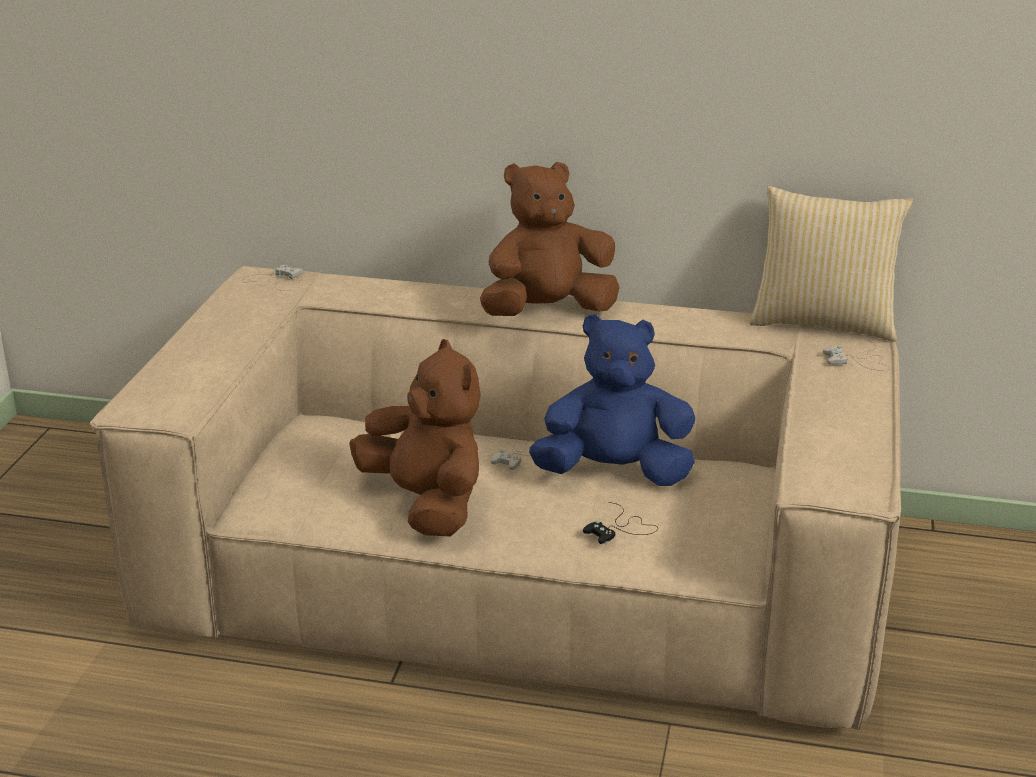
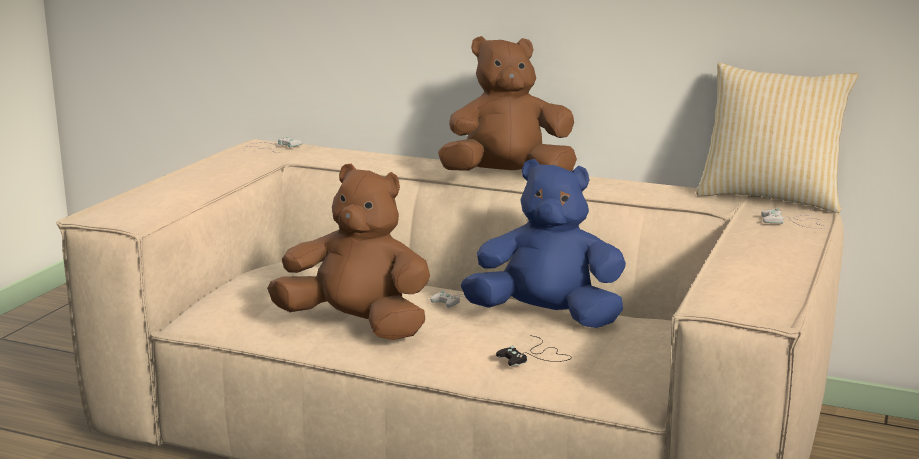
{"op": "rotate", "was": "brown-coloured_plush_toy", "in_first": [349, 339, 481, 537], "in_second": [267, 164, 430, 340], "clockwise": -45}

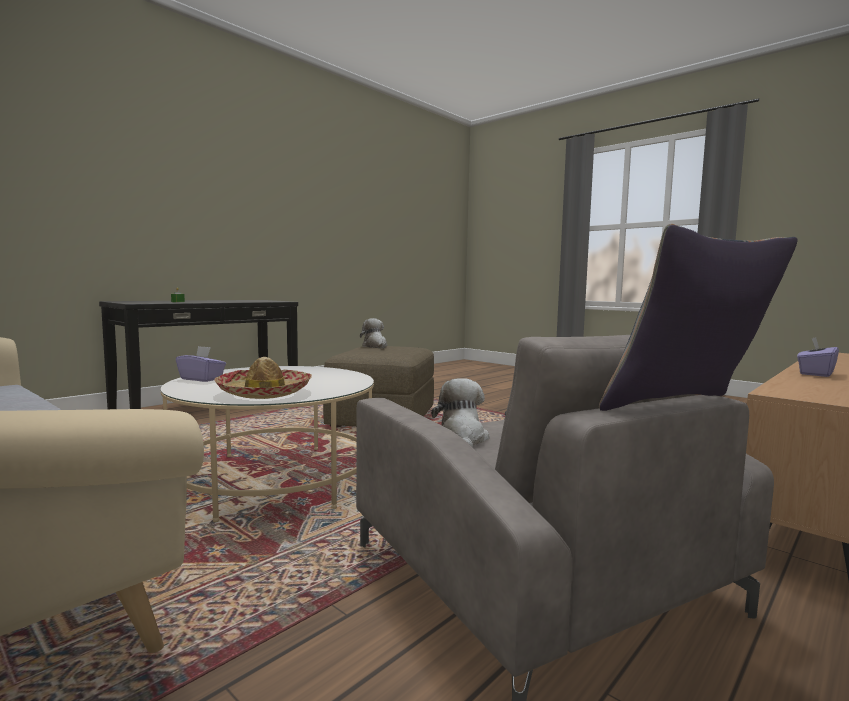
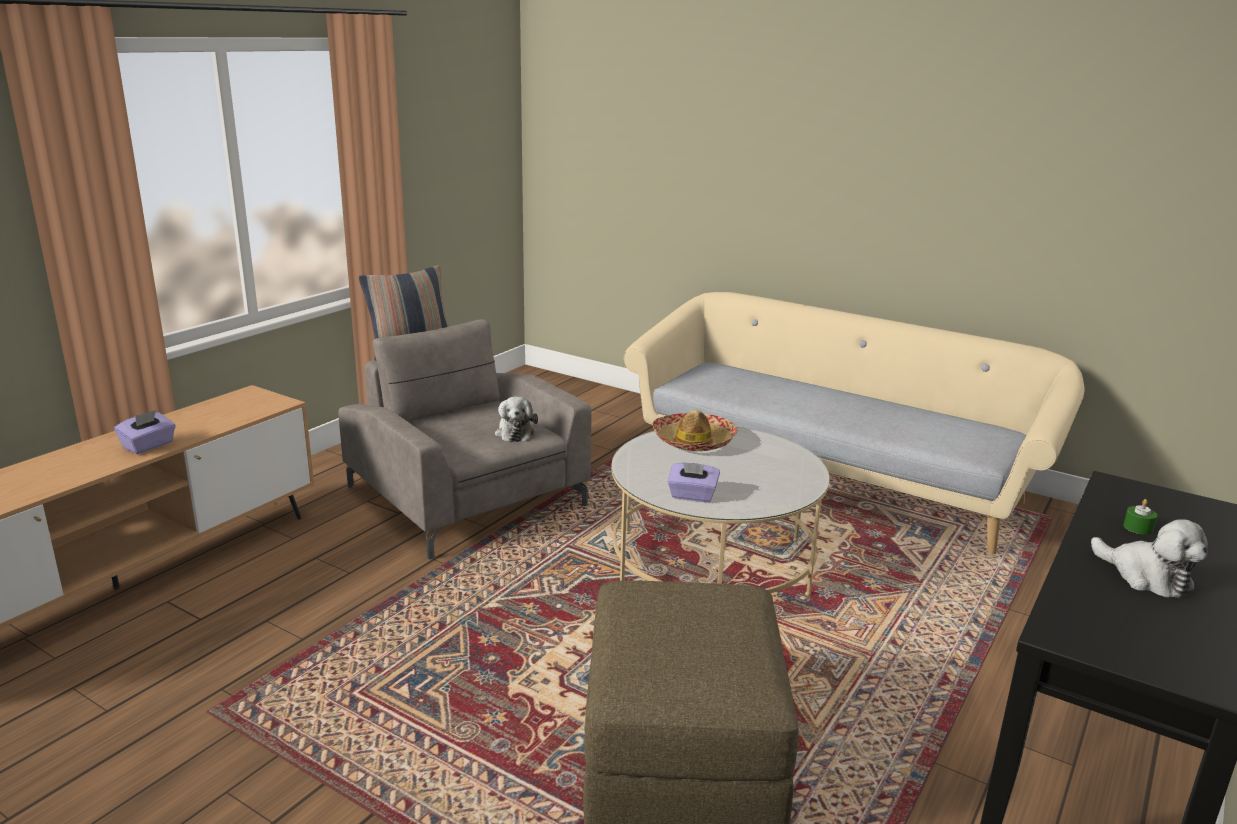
{"op": "move", "was": "purple_box_of_tissues", "in_first": [176, 346, 226, 382], "in_second": [668, 462, 720, 502]}
{"op": "move", "was": "plush_toy", "in_first": [360, 318, 387, 348], "in_second": [1091, 519, 1208, 598]}

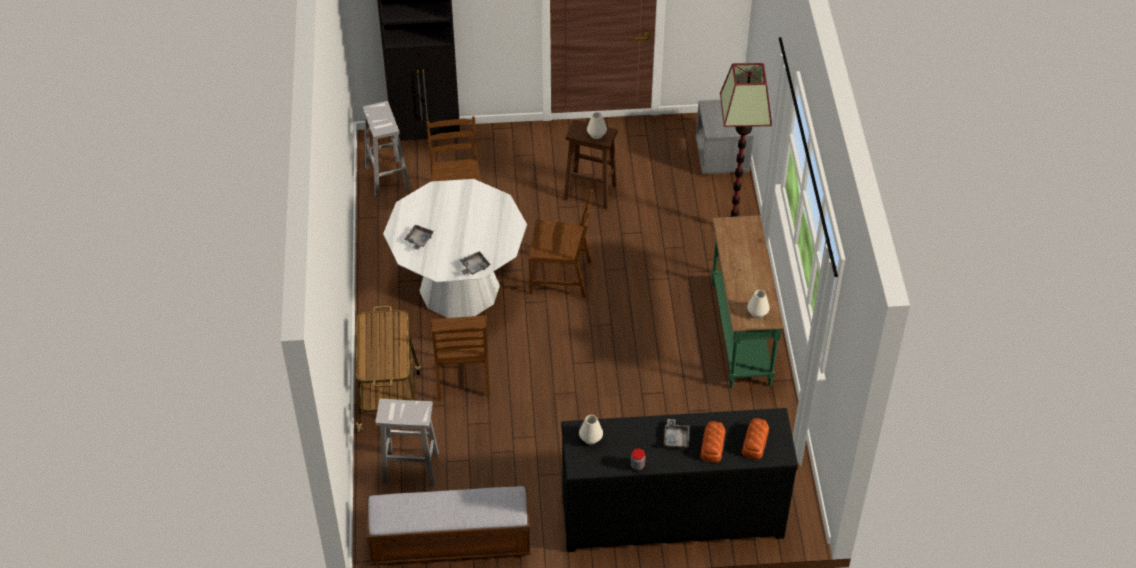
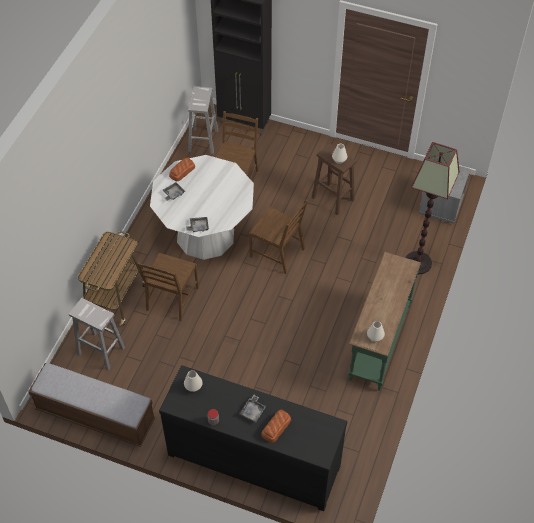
{"op": "move", "was": "baked_bread", "in_first": [742, 418, 769, 460], "in_second": [169, 157, 195, 181]}

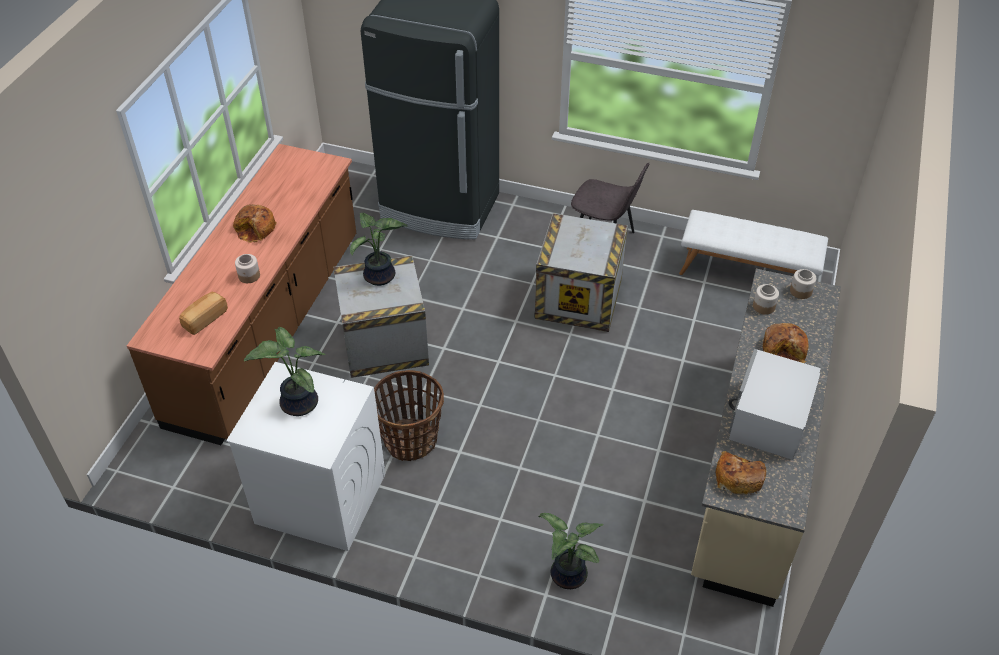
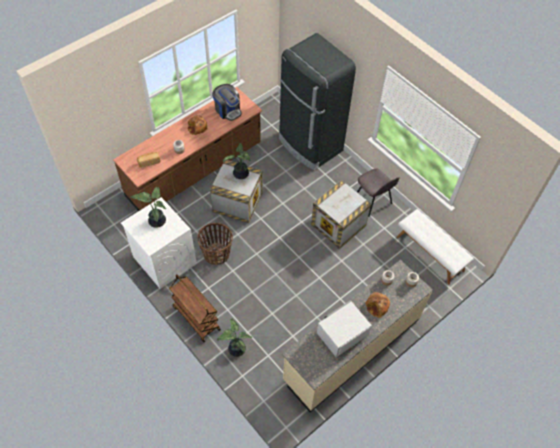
{"op": "delete", "was": "baked_bread", "in_first": [716, 451, 766, 495]}
{"op": "insert", "now": "brown-coloured_cart", "in_second": [169, 274, 221, 342]}
{"op": "insert", "now": "coffee_maker", "in_second": [212, 84, 242, 121]}

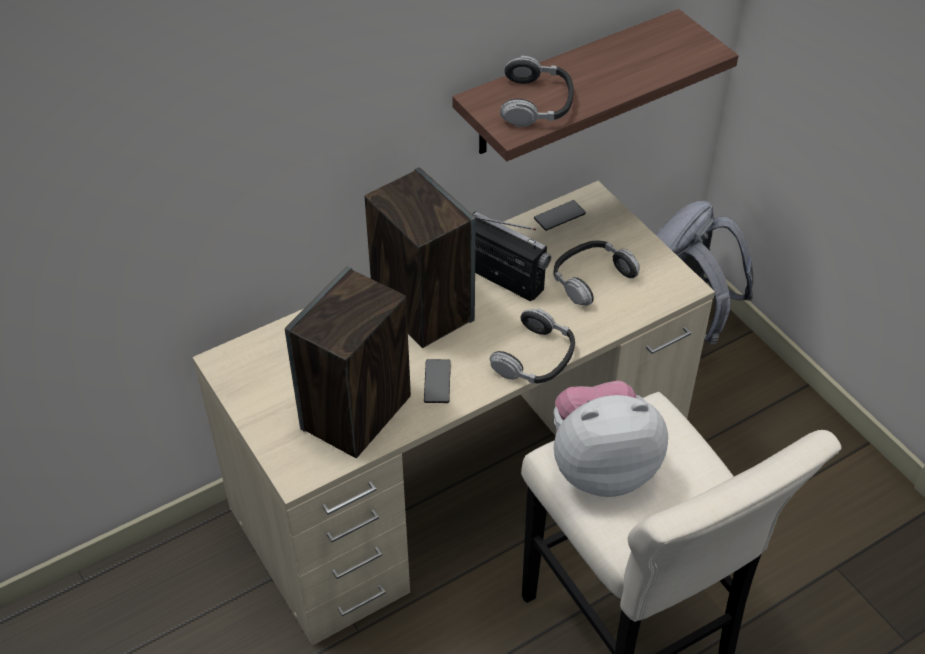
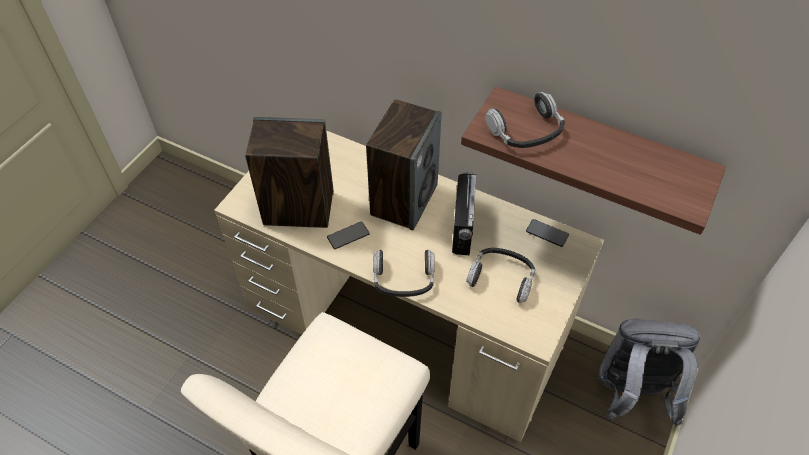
{"op": "delete", "was": "plush_toy", "in_first": [554, 381, 668, 497]}

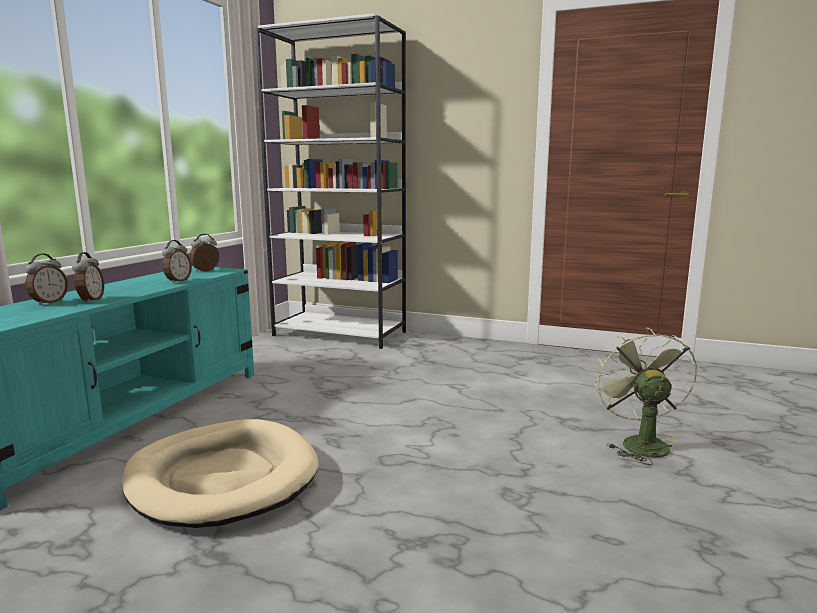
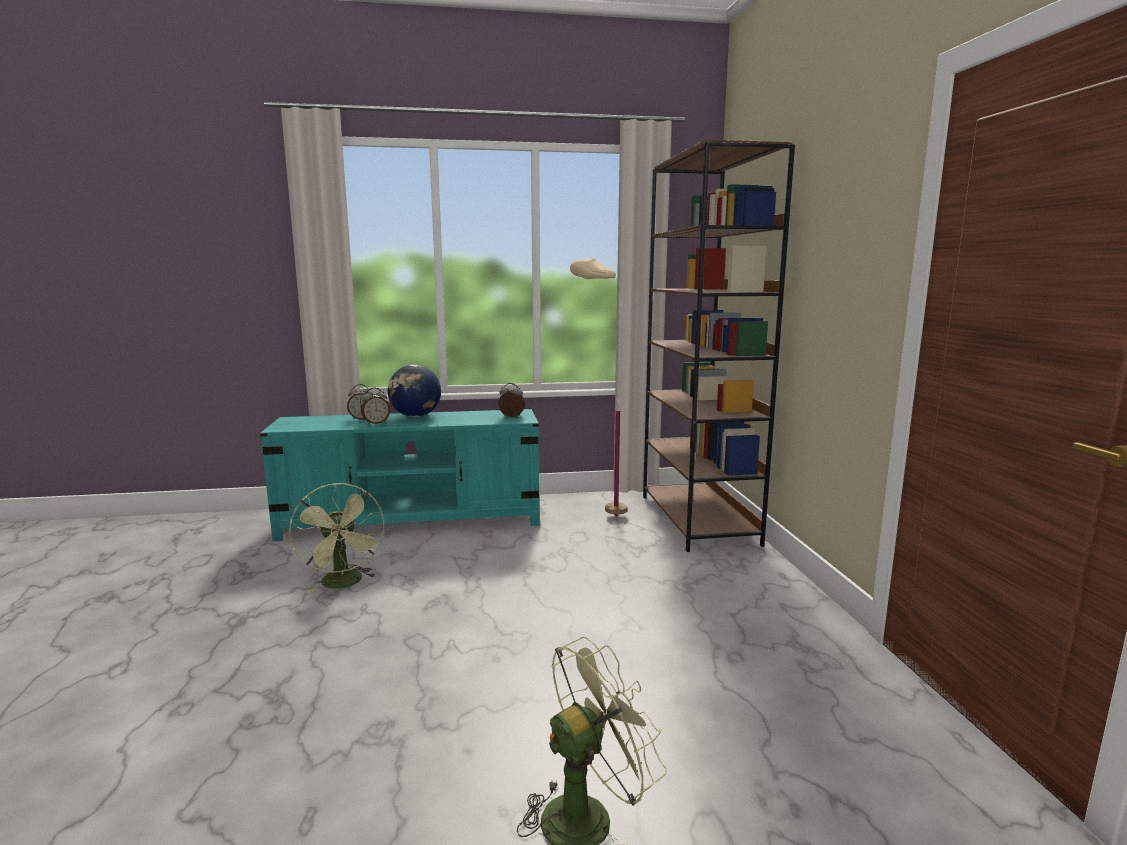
{"op": "delete", "was": "table_clock", "in_first": [162, 240, 192, 283]}
{"op": "insert", "now": "desk_globe", "in_second": [388, 365, 441, 417]}
{"op": "insert", "now": "beige_standard_lamp", "in_second": [570, 259, 627, 517]}
{"op": "replace", "was": "beige_dog_cushion", "now": "greenish_electric_fan", "in_first": [122, 419, 319, 528], "in_second": [289, 483, 384, 593]}
{"op": "recolor", "was": "white-coloured_shelving_unit", "now": "brown-coloured_shelving_unit", "in_first": [255, 13, 406, 349], "in_second": [643, 139, 795, 552]}

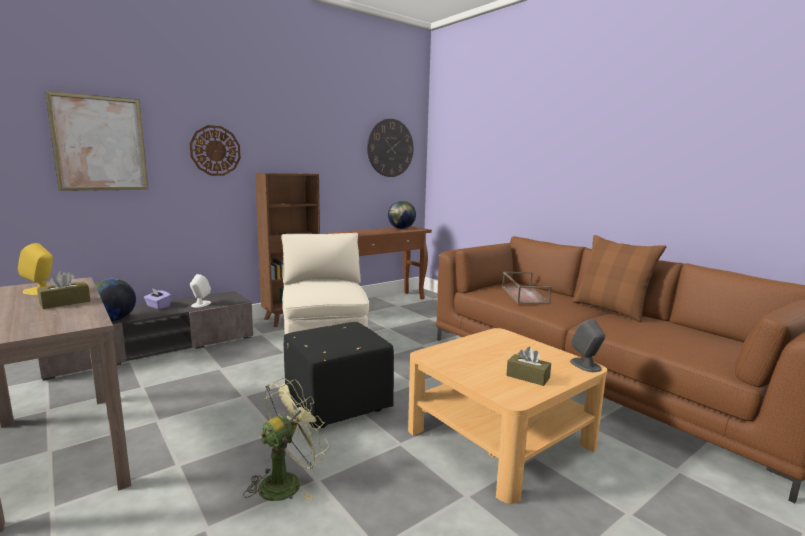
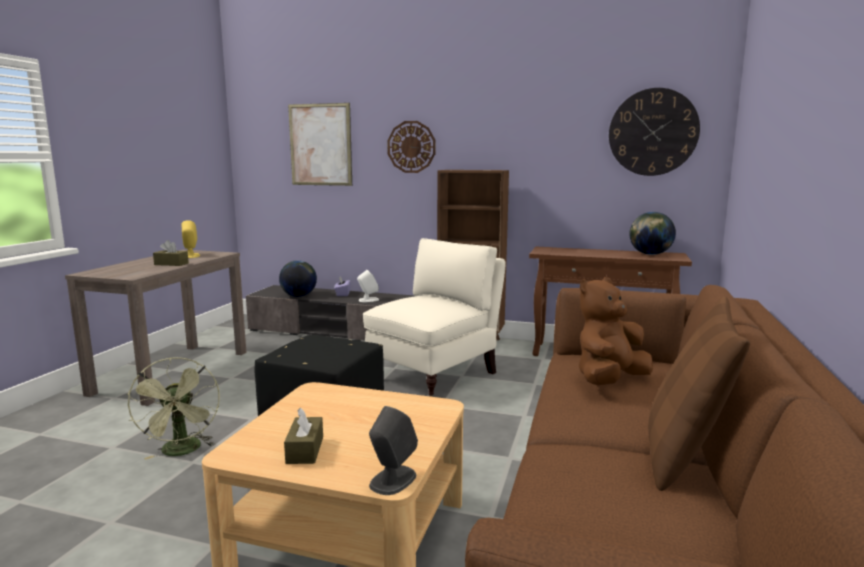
{"op": "replace", "was": "brown-coloured_tray", "now": "brown-coloured_plush_toy", "in_first": [502, 272, 552, 304], "in_second": [579, 277, 653, 385]}
{"op": "rotate", "was": "greenish_electric_fan", "in_first": [243, 378, 330, 501], "in_second": [127, 357, 220, 460], "clockwise": 60}

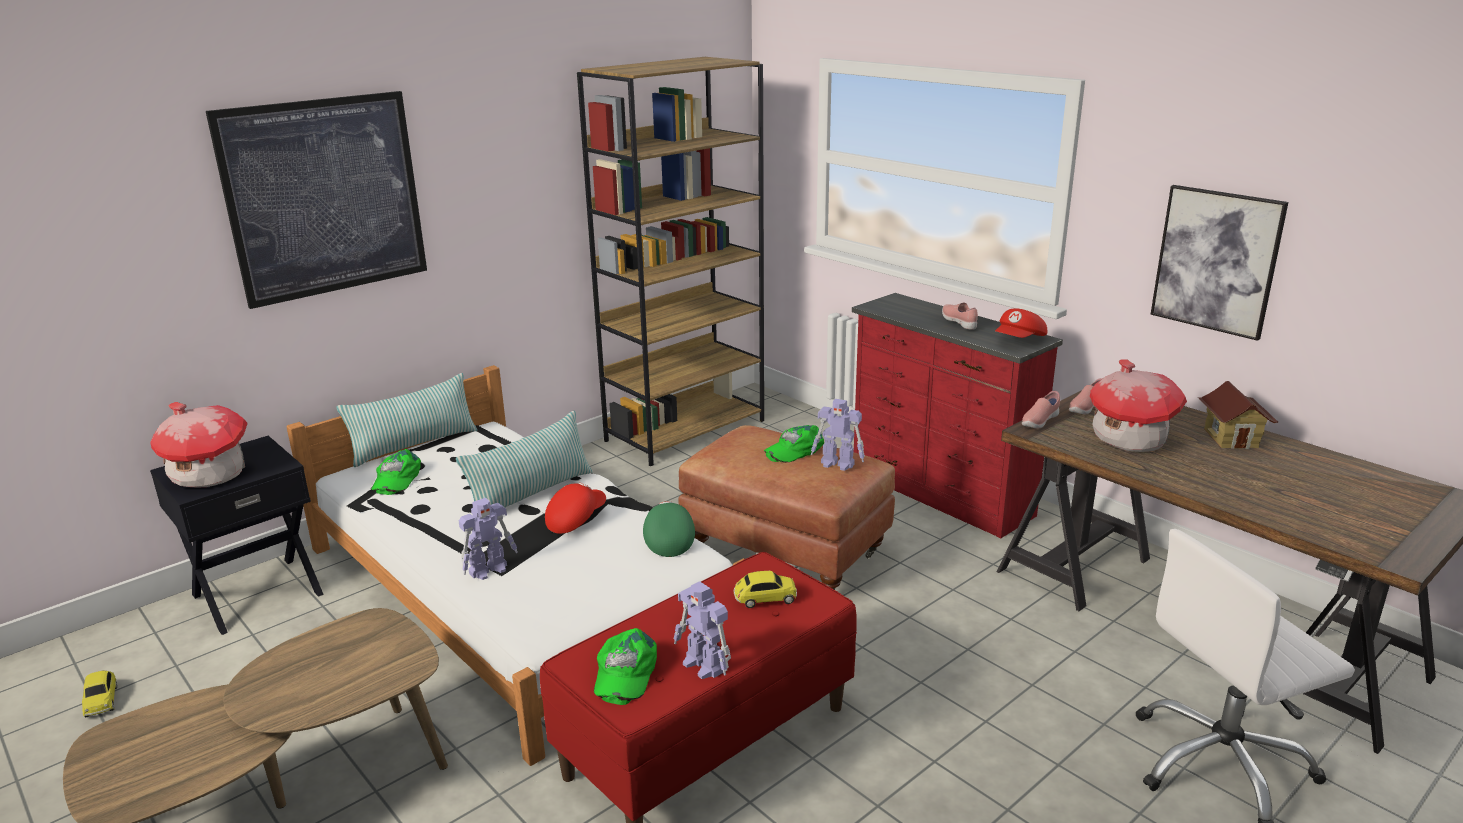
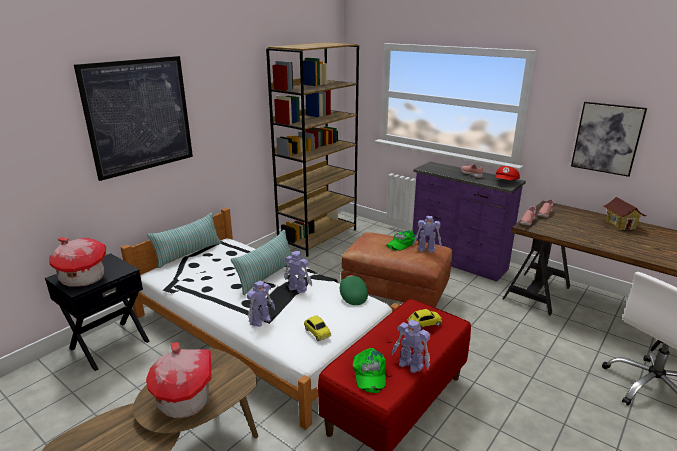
{"op": "delete", "was": "greenish_baseball_cap", "in_first": [371, 449, 421, 495]}
{"op": "move", "was": "miniature_car", "in_first": [82, 670, 117, 718], "in_second": [304, 316, 331, 341]}
{"op": "move", "was": "toy_house", "in_first": [1090, 359, 1187, 452], "in_second": [146, 342, 212, 418]}
{"op": "replace", "was": "reddish_baseball_cap", "now": "model_robot", "in_first": [545, 482, 606, 534], "in_second": [284, 251, 312, 293]}
{"op": "recolor", "was": "reddish_dresser", "now": "purple_dresser", "in_first": [852, 293, 1063, 538], "in_second": [413, 162, 526, 282]}

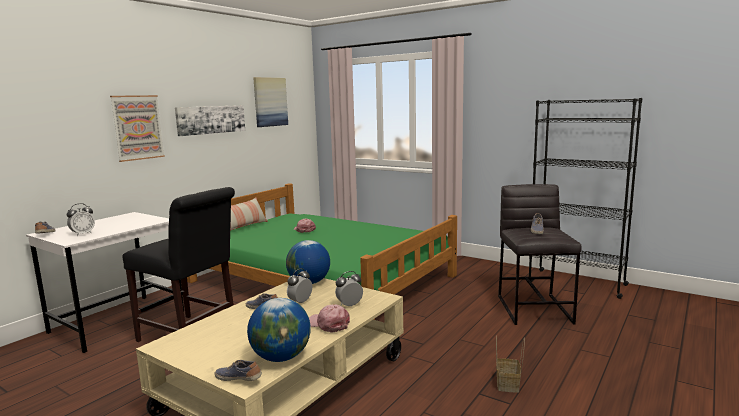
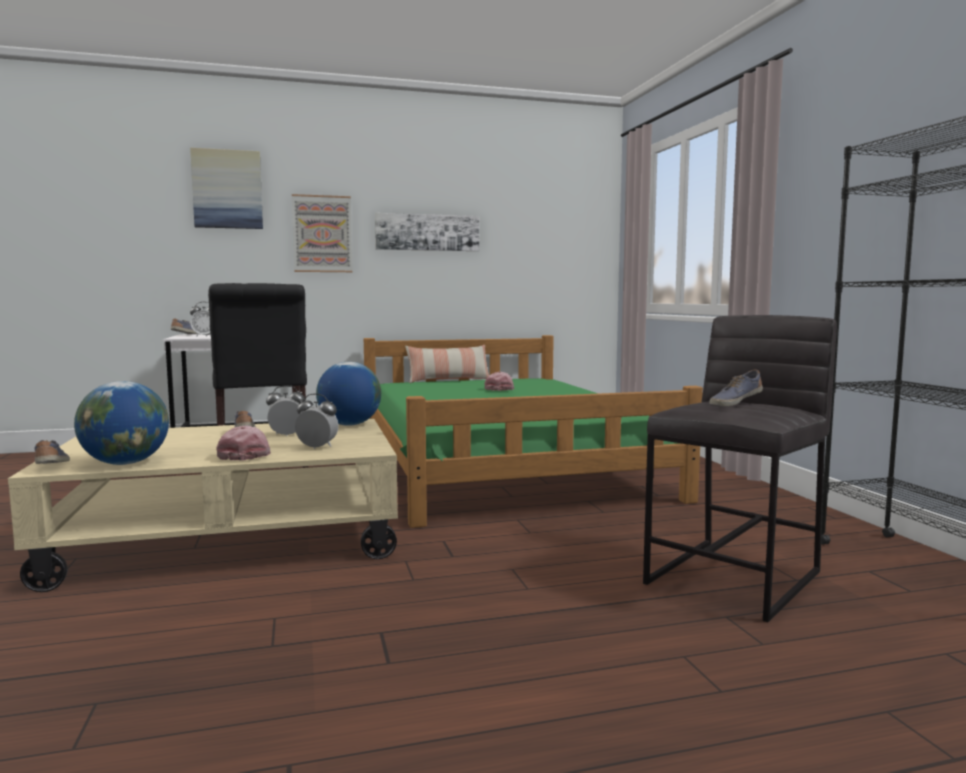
{"op": "delete", "was": "storage_basket", "in_first": [496, 336, 525, 393]}
{"op": "move", "was": "wall_picture", "in_first": [253, 77, 288, 127], "in_second": [190, 148, 263, 229]}

